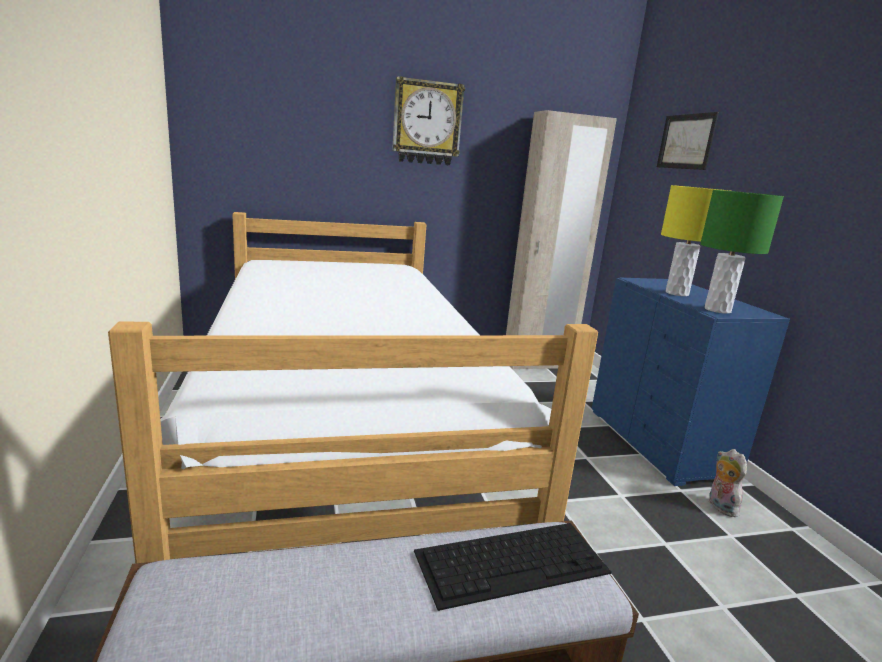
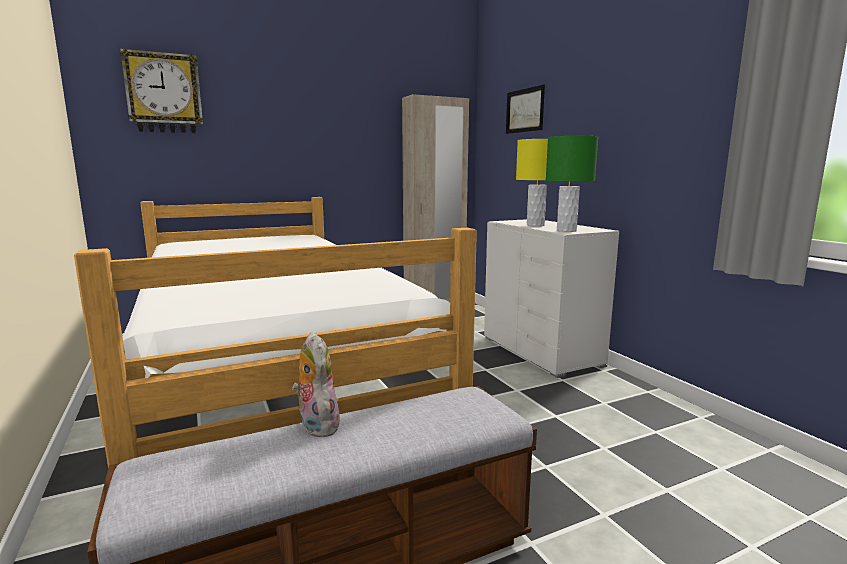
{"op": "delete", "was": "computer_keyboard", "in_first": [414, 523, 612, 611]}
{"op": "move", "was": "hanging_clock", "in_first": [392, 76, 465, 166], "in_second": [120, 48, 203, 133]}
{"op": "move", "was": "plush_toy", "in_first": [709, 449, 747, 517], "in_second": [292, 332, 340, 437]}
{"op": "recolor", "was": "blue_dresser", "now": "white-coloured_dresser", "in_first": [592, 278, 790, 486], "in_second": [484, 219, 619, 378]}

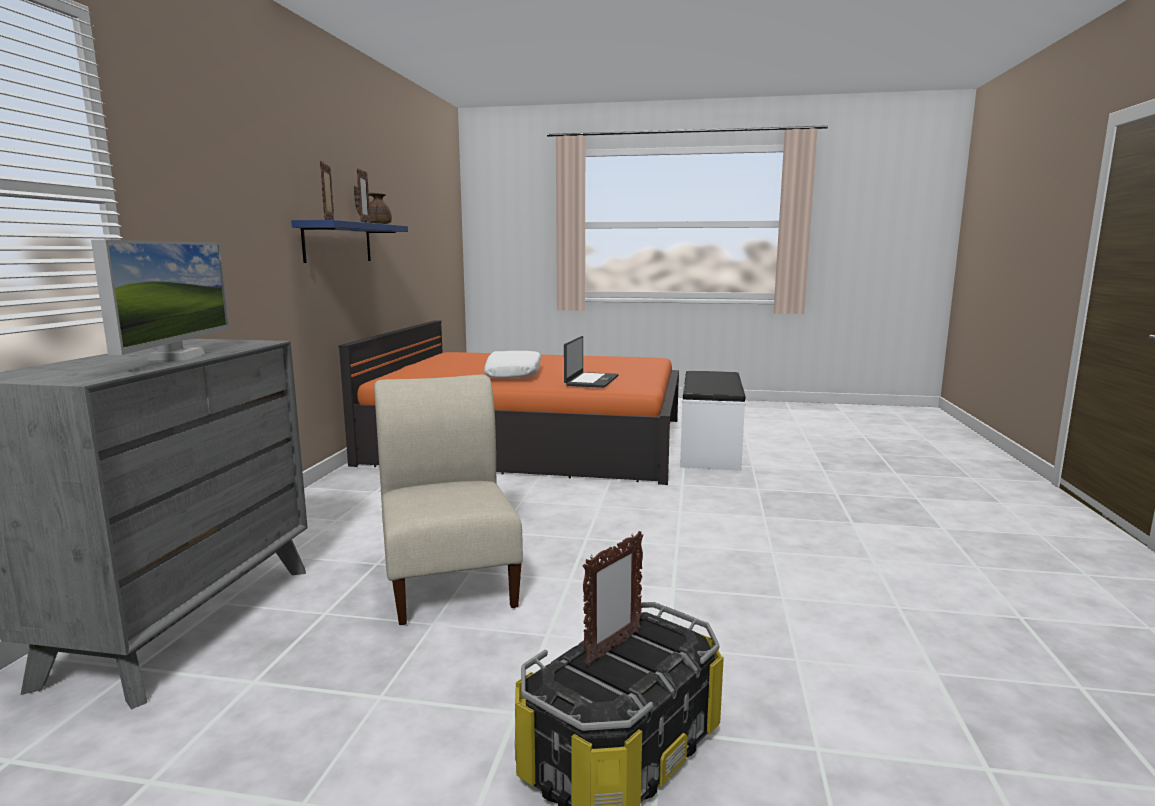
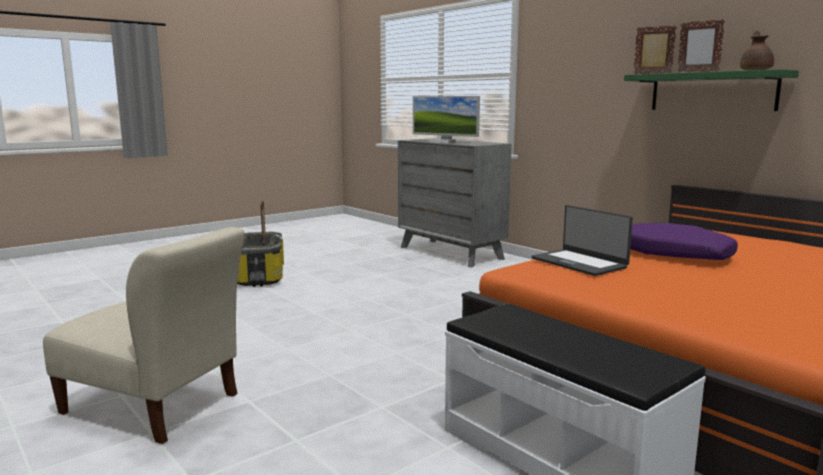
{"op": "move", "was": "beige_plain_chair", "in_first": [374, 375, 523, 625], "in_second": [43, 227, 245, 444]}
{"op": "recolor", "was": "blue_wall_shelf", "now": "greenish_wall_shelf", "in_first": [291, 220, 408, 263], "in_second": [624, 69, 799, 111]}
{"op": "recolor", "was": "white-coloured_cushion", "now": "purple_cushion", "in_first": [484, 351, 541, 378], "in_second": [630, 223, 738, 260]}

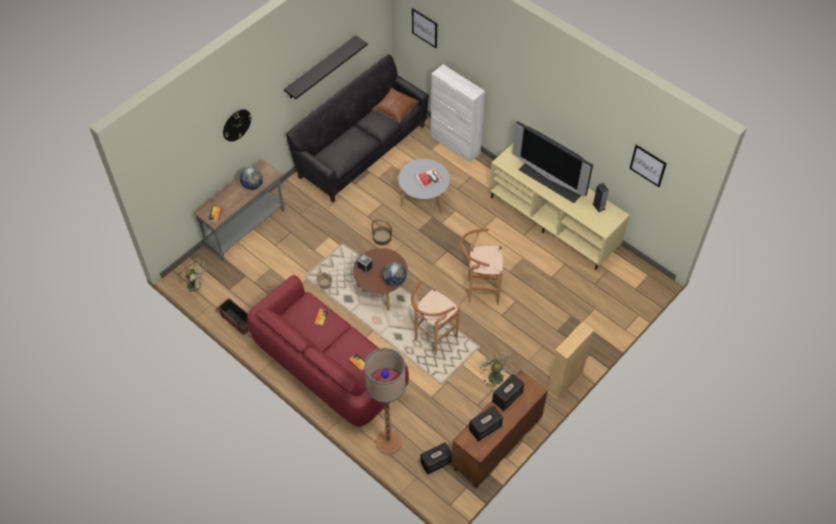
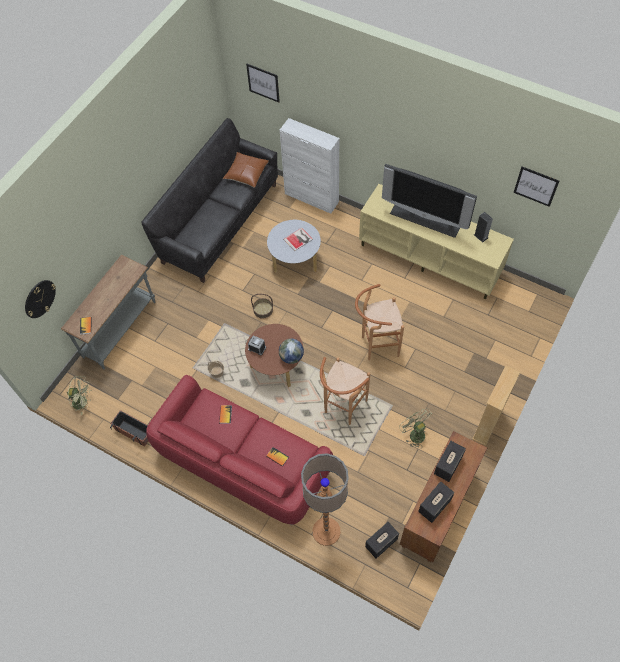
{"op": "delete", "was": "desk_globe", "in_first": [240, 167, 263, 190]}
{"op": "delete", "was": "black_wall_shelf", "in_first": [284, 36, 368, 99]}
{"op": "move", "was": "hanging_clock", "in_first": [223, 109, 252, 142], "in_second": [25, 280, 56, 318]}

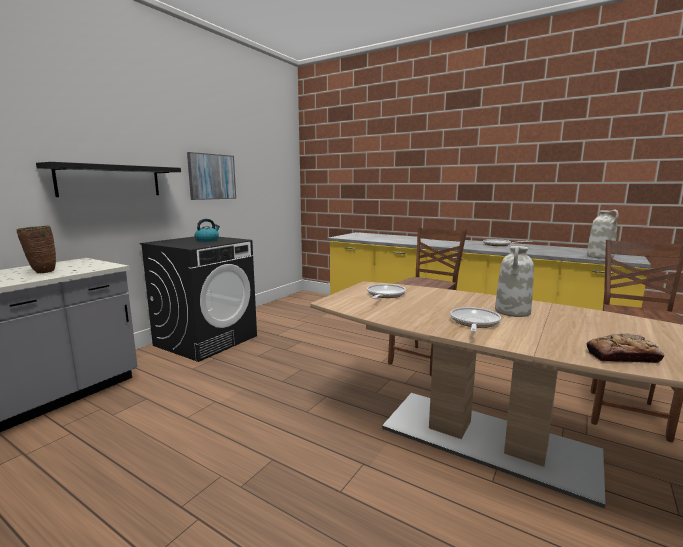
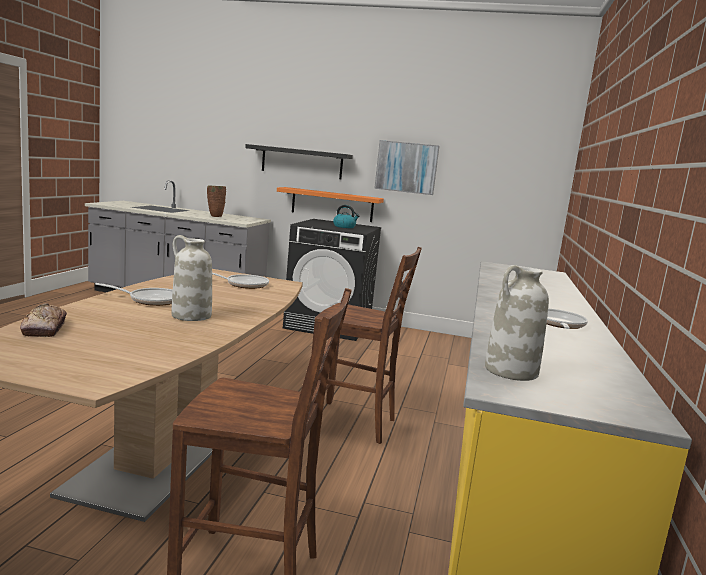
{"op": "insert", "now": "orange-coloured_wall_shelf", "in_second": [277, 187, 384, 222]}

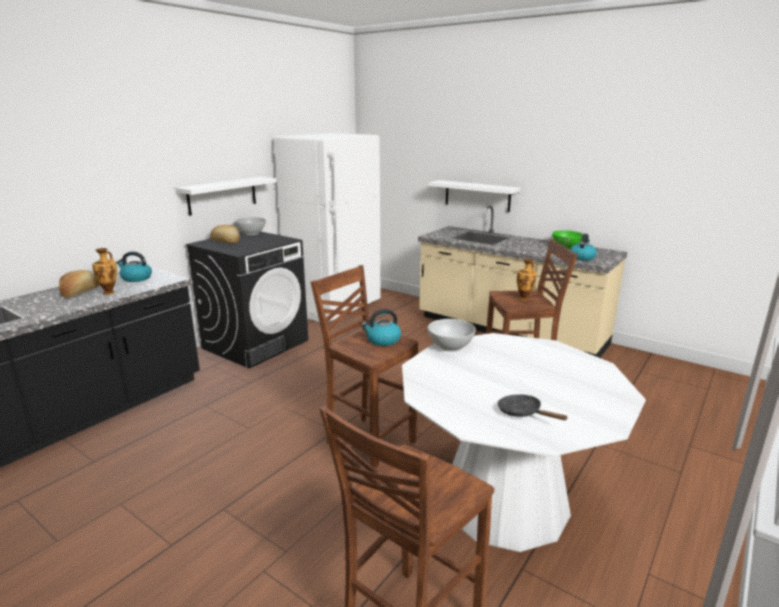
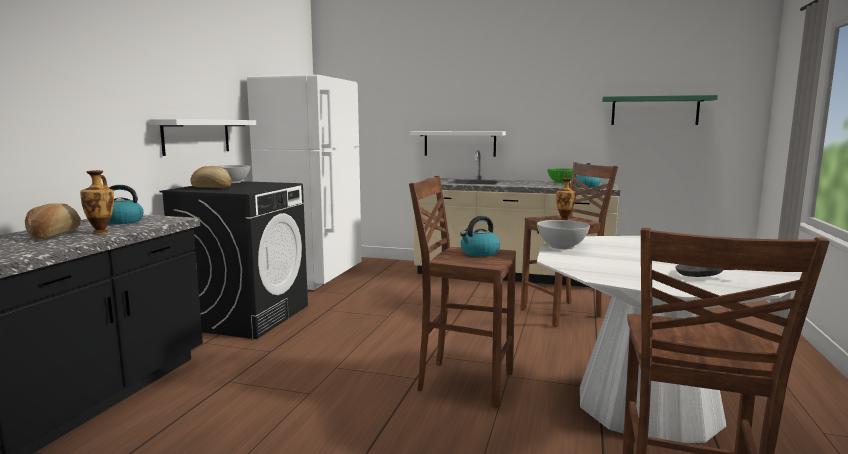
{"op": "insert", "now": "greenish_wall_shelf", "in_second": [602, 95, 718, 125]}

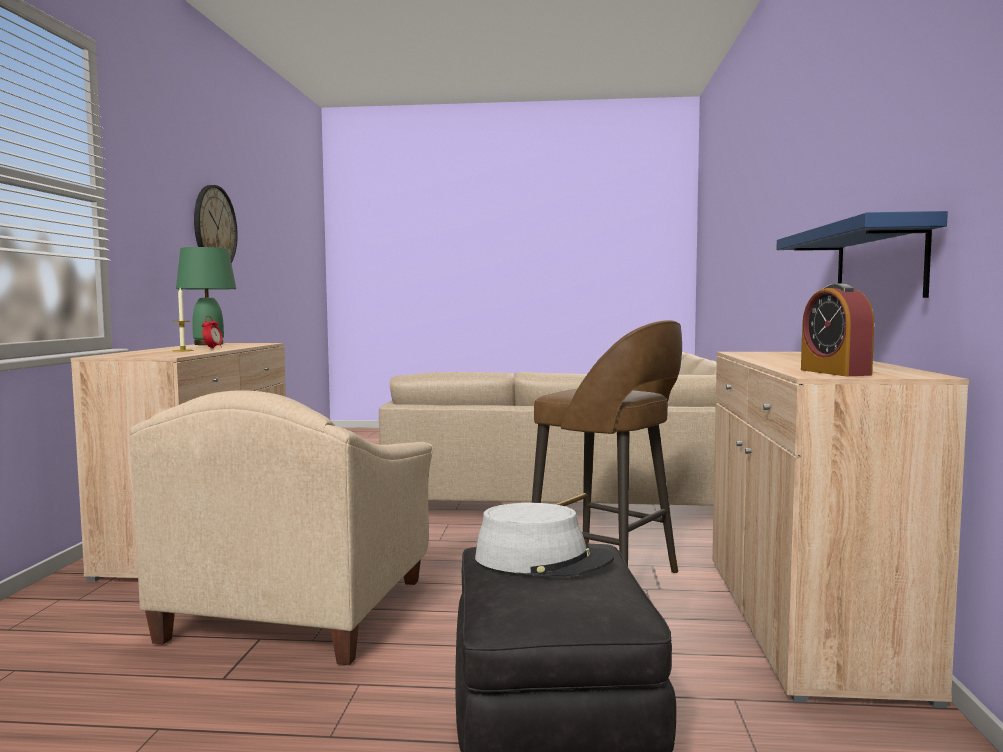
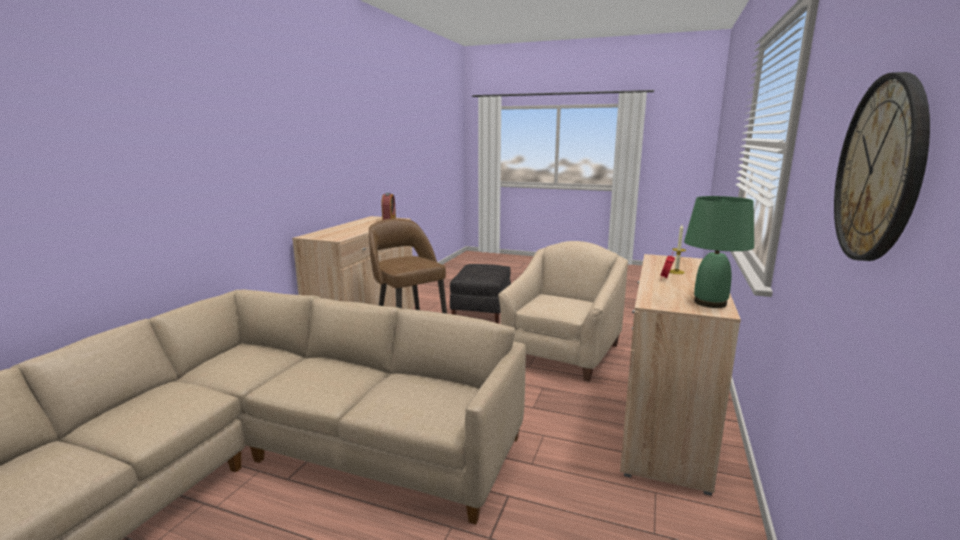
{"op": "delete", "was": "gray_wearable_hat", "in_first": [475, 503, 614, 578]}
{"op": "delete", "was": "blue_wall_shelf", "in_first": [776, 211, 948, 298]}

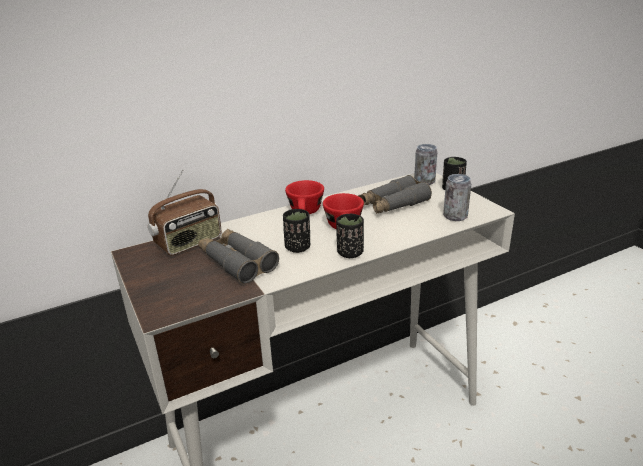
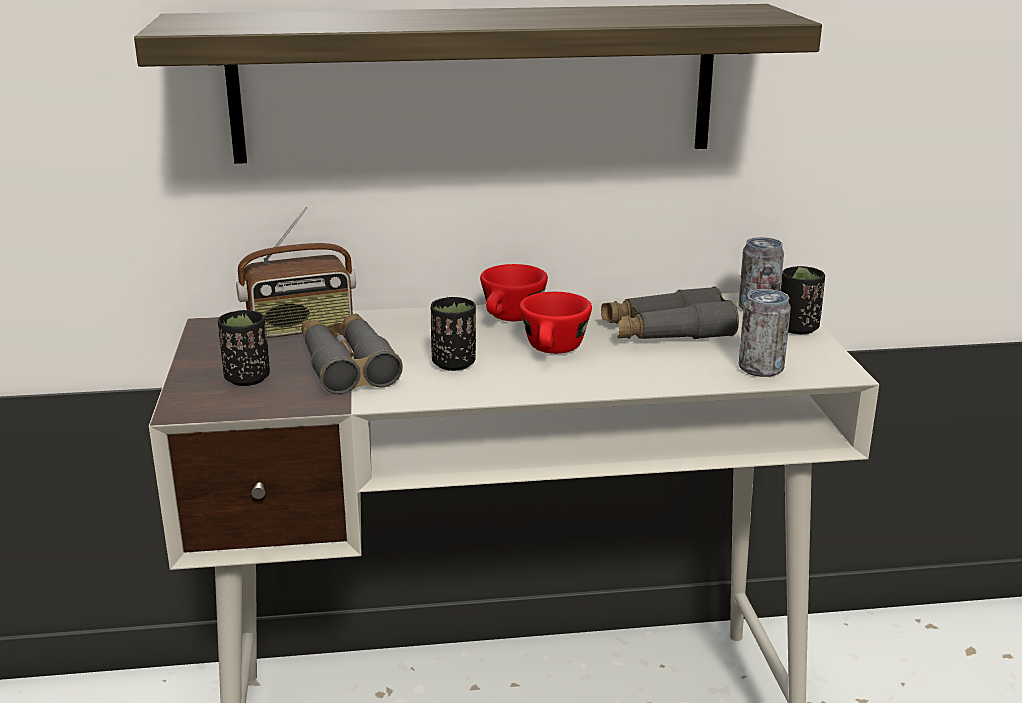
{"op": "insert", "now": "wall_shelf", "in_second": [134, 4, 822, 164]}
{"op": "move", "was": "black_cup", "in_first": [336, 214, 364, 258], "in_second": [218, 310, 270, 386]}

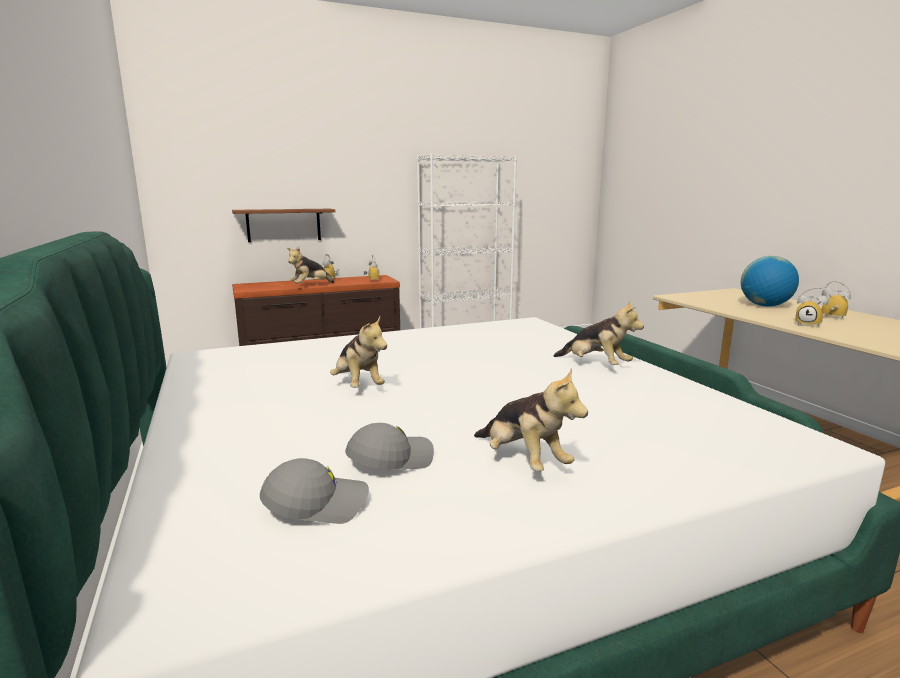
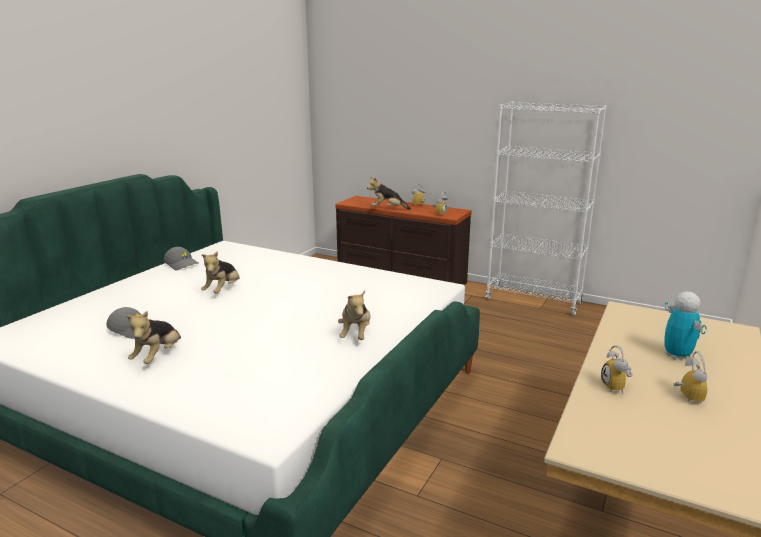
{"op": "delete", "was": "brown-coloured_wall_shelf", "in_first": [232, 209, 335, 242]}
{"op": "move", "was": "gray_baseball_cap", "in_first": [260, 458, 369, 524], "in_second": [164, 247, 198, 270]}
{"op": "replace", "was": "desk_globe", "now": "model_robot", "in_first": [741, 256, 799, 307], "in_second": [664, 292, 707, 360]}

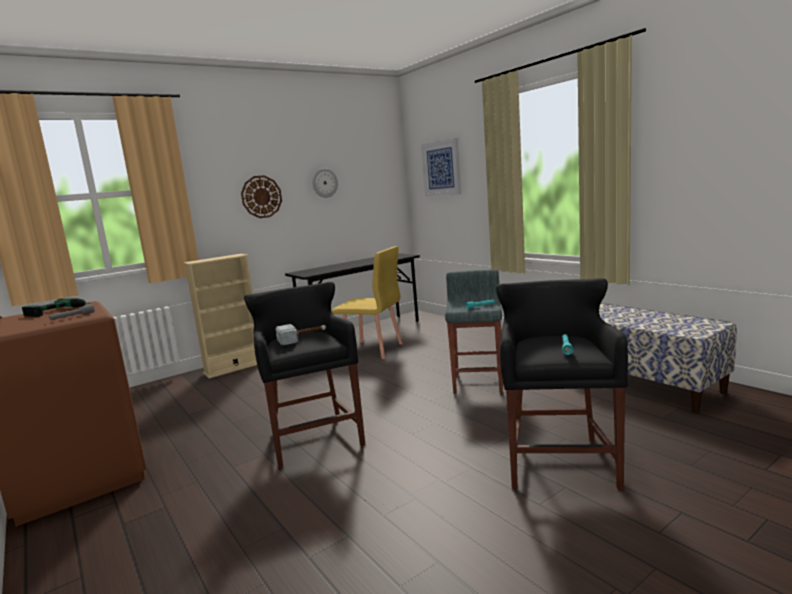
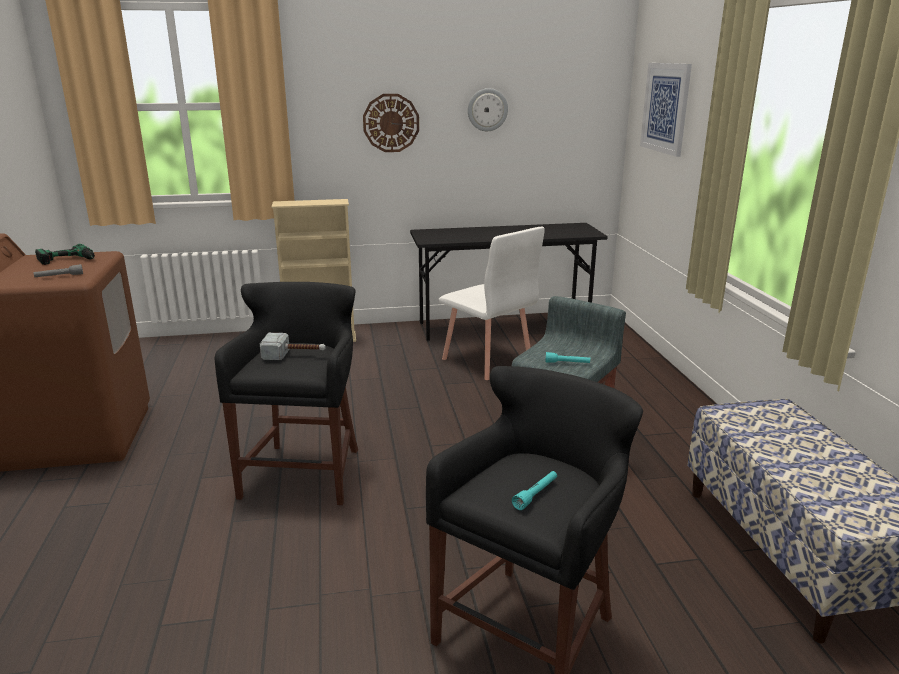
{"op": "recolor", "was": "yellowish_plain_chair", "now": "white-coloured_plain_chair", "in_first": [332, 246, 403, 359], "in_second": [439, 227, 545, 380]}

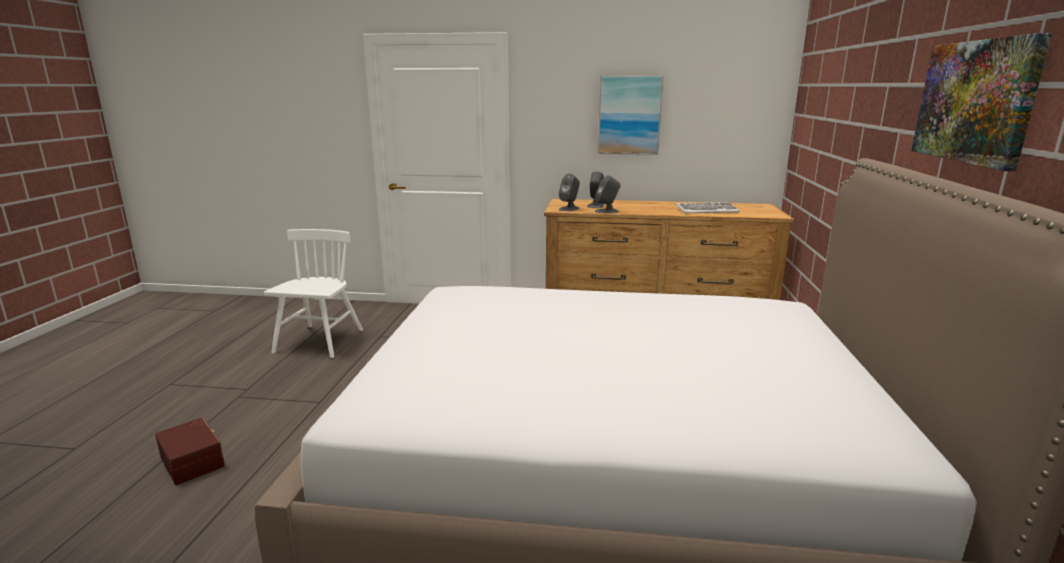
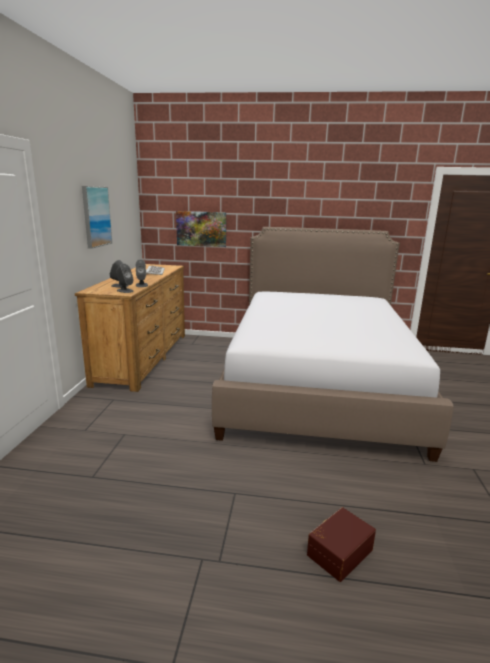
{"op": "delete", "was": "white-coloured_plain_chair", "in_first": [264, 229, 363, 358]}
{"op": "move", "was": "wall_picture", "in_first": [911, 33, 1052, 171], "in_second": [176, 211, 226, 247]}

